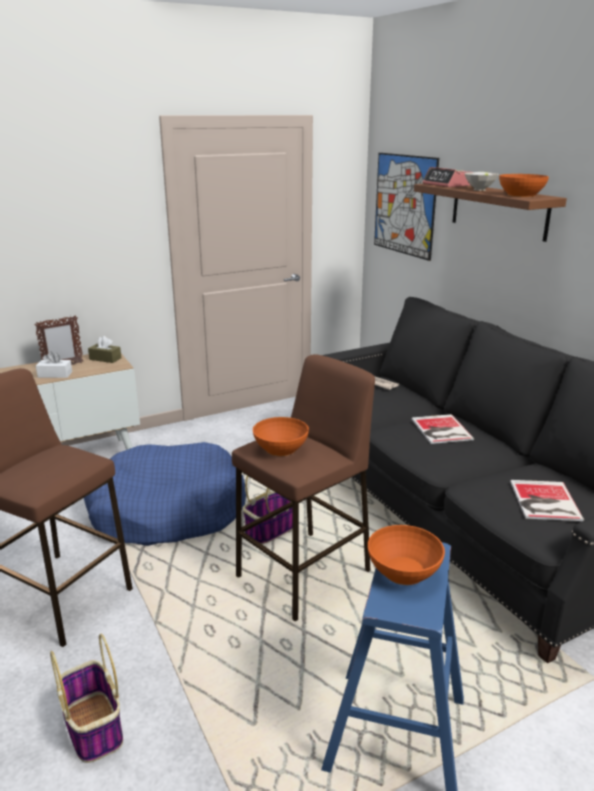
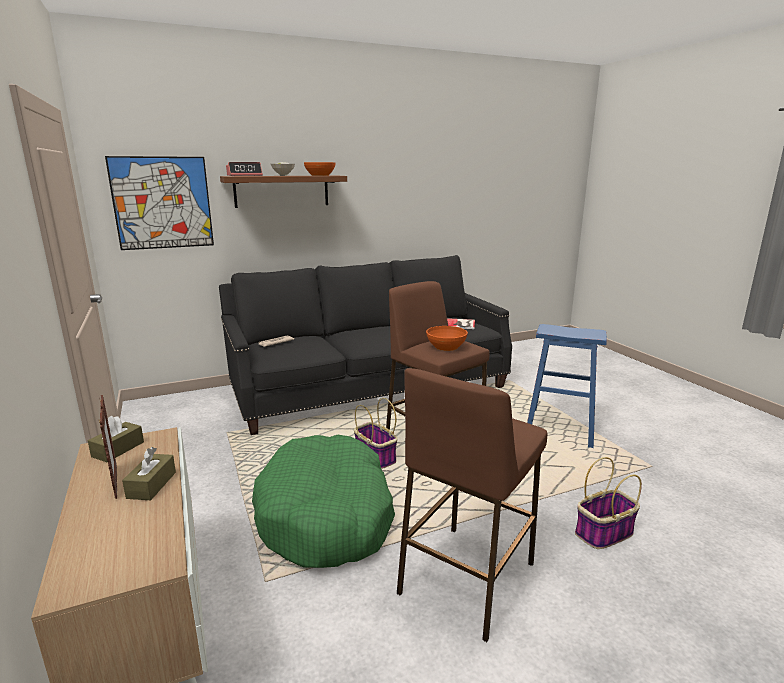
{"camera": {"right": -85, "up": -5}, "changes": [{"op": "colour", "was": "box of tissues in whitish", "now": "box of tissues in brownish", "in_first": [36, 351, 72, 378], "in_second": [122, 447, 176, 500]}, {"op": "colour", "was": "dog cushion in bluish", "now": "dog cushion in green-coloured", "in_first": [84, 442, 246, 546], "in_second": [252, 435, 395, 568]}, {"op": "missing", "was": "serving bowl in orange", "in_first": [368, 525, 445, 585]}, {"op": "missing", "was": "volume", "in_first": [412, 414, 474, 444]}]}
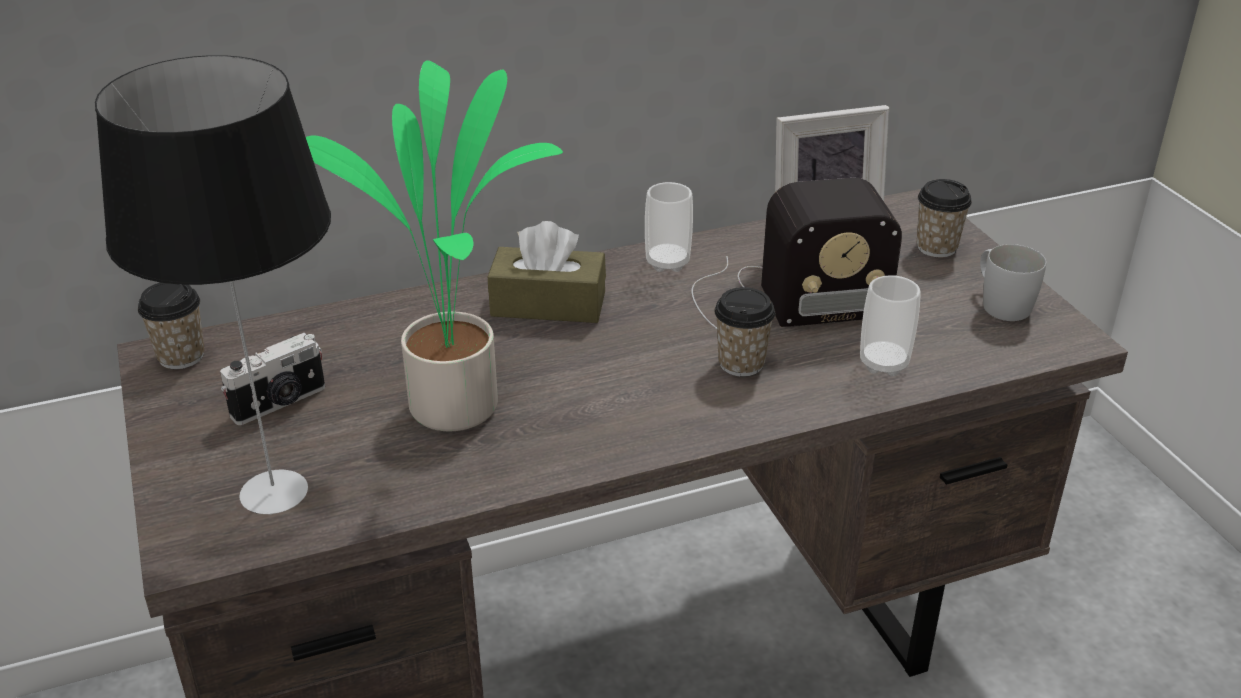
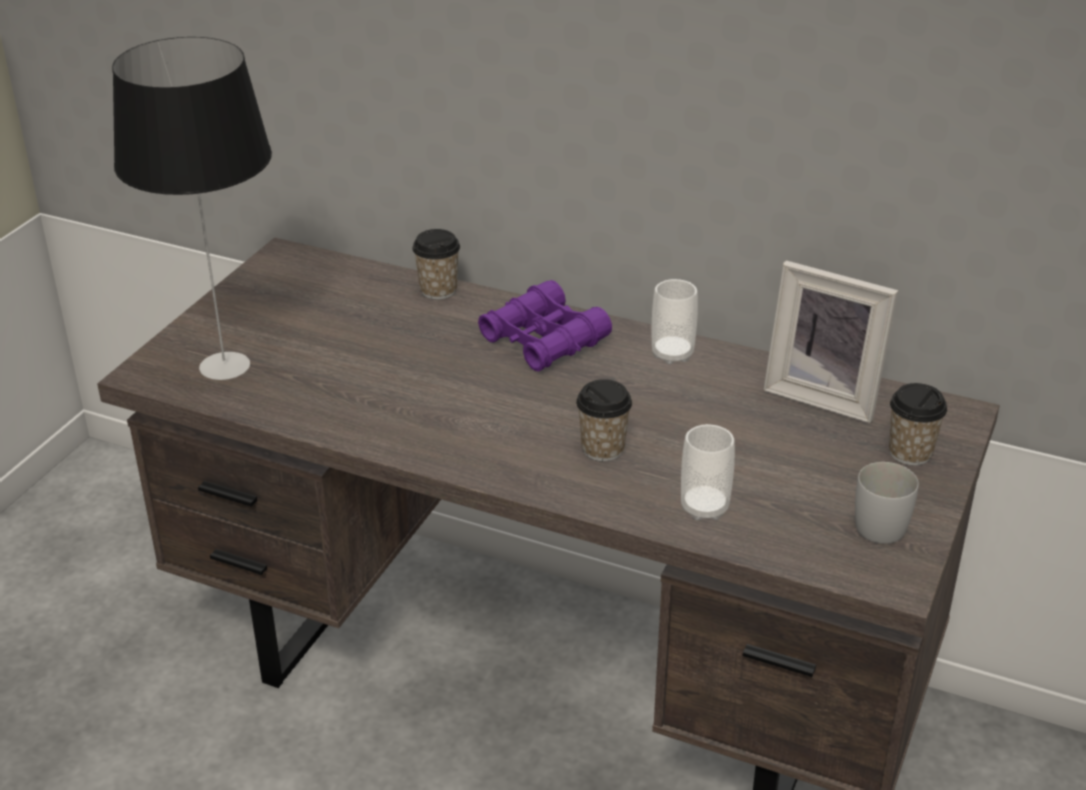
{"camera": {"right": 45, "up": 0}, "changes": [{"op": "relocated", "was": "small cup", "in_first": [138, 283, 204, 369], "in_second": [413, 229, 460, 300]}, {"op": "exchanged", "was": "box of tissues in brownish", "now": "binoculars in purplish", "in_first": [488, 221, 606, 323], "in_second": [478, 280, 612, 372]}, {"op": "missing", "was": "still camera", "in_first": [220, 333, 325, 425]}, {"op": "missing", "was": "potted plant", "in_first": [306, 60, 563, 431]}, {"op": "missing", "was": "radio set", "in_first": [691, 178, 902, 329]}]}
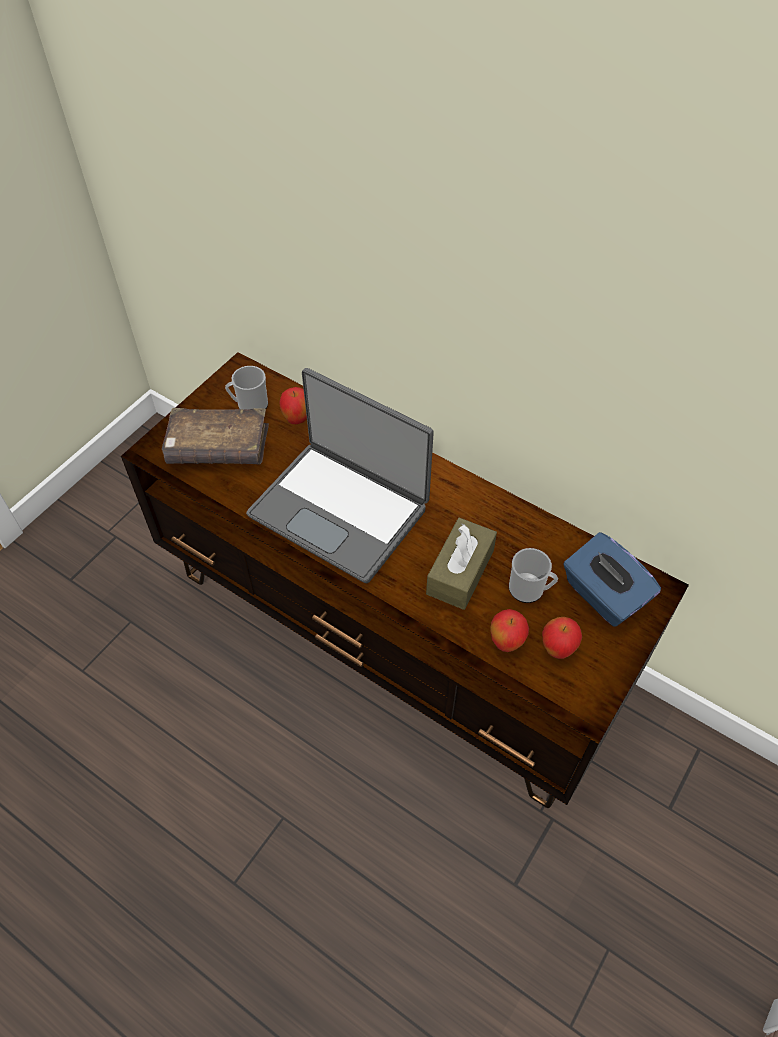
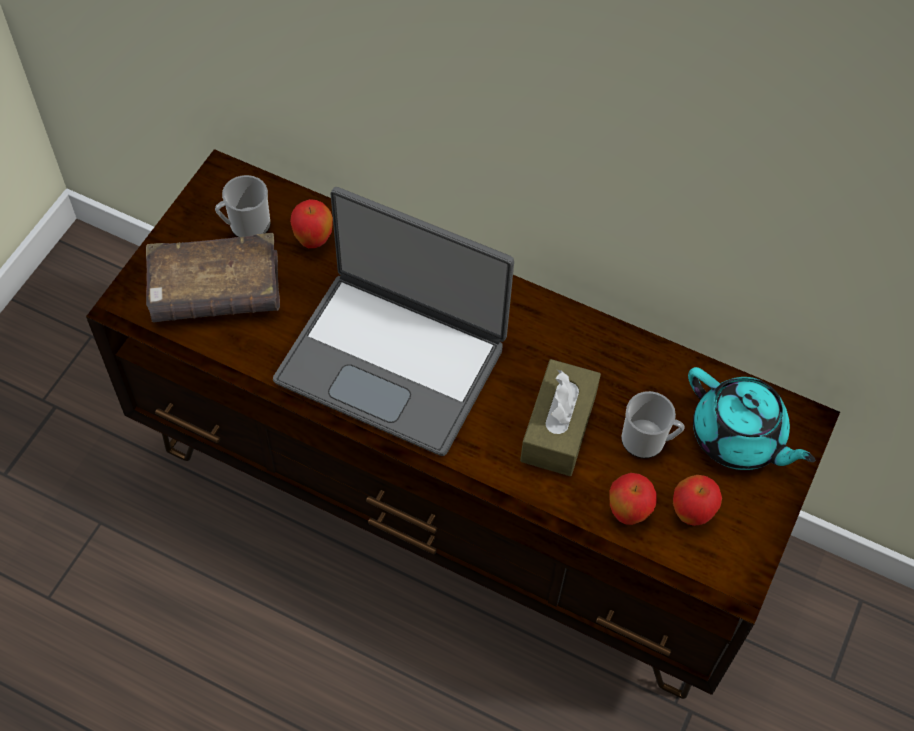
{"camera": {"right": -10, "up": 5}, "changes": [{"op": "exchanged", "was": "box of tissues in bluish", "now": "pot for tea in blue-green", "in_first": [563, 532, 661, 627], "in_second": [688, 367, 815, 470]}]}
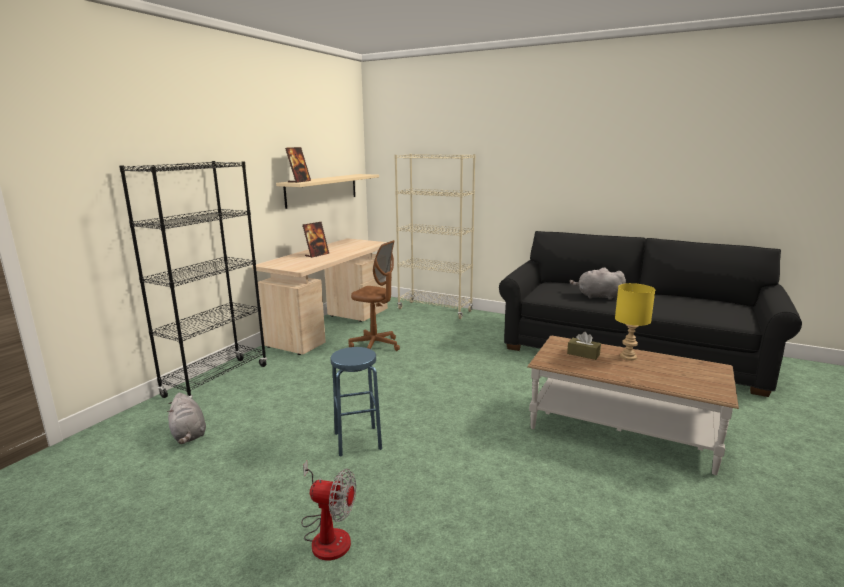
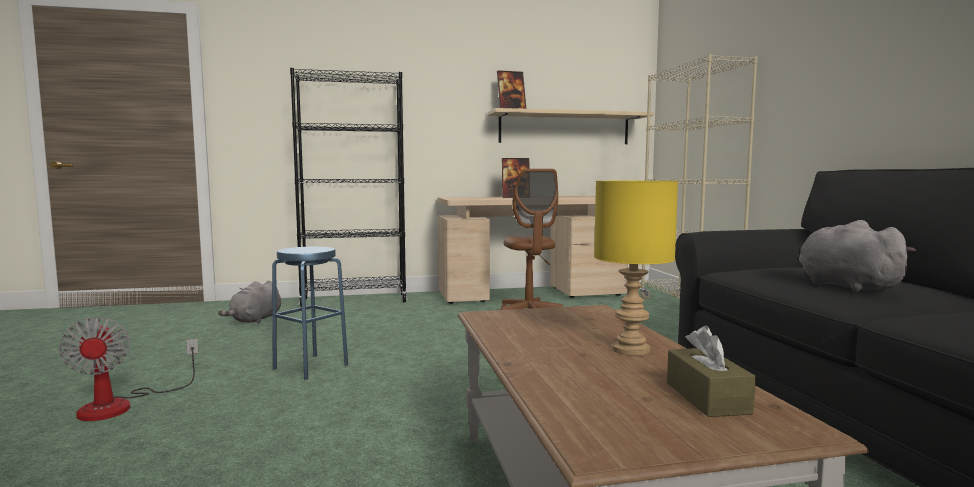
{"camera": {"right": 50, "up": -10}, "changes": [{"op": "relocated", "was": "box of tissues in brownish", "in_first": [567, 332, 601, 360], "in_second": [667, 326, 756, 417]}]}
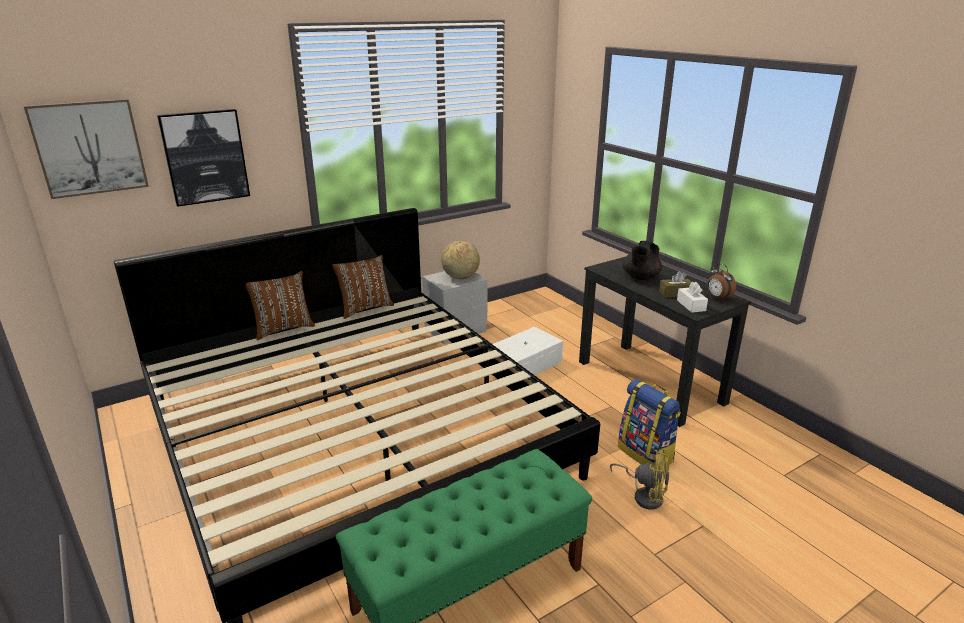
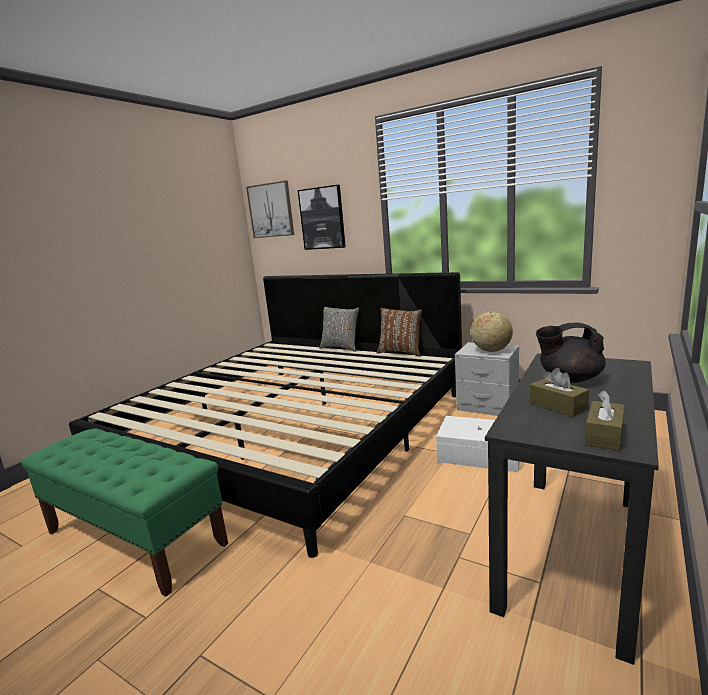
{"camera": {"right": 65, "up": -10}, "changes": [{"op": "colour", "was": "throw pillow in brownish", "now": "throw pillow in gray", "in_first": [246, 271, 315, 340], "in_second": [319, 307, 359, 352]}, {"op": "exchanged", "was": "table clock", "now": "box of tissues in brownish", "in_first": [707, 264, 736, 300], "in_second": [585, 390, 625, 451]}, {"op": "missing", "was": "cooling fan in yellowish", "in_first": [610, 449, 670, 510]}, {"op": "missing", "was": "backpack", "in_first": [618, 379, 681, 465]}, {"op": "missing", "was": "box of tissues in whitish", "in_first": [677, 282, 708, 313]}]}
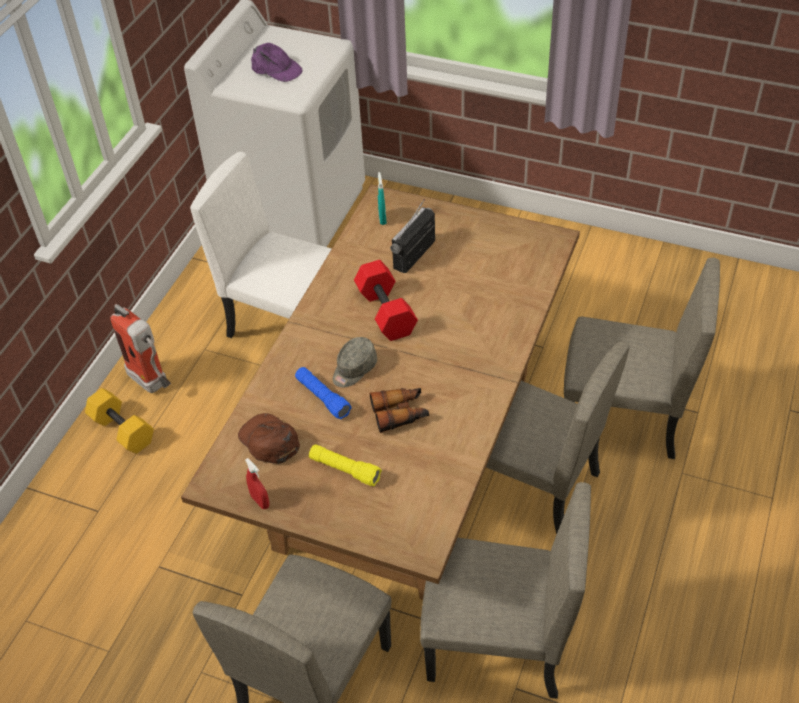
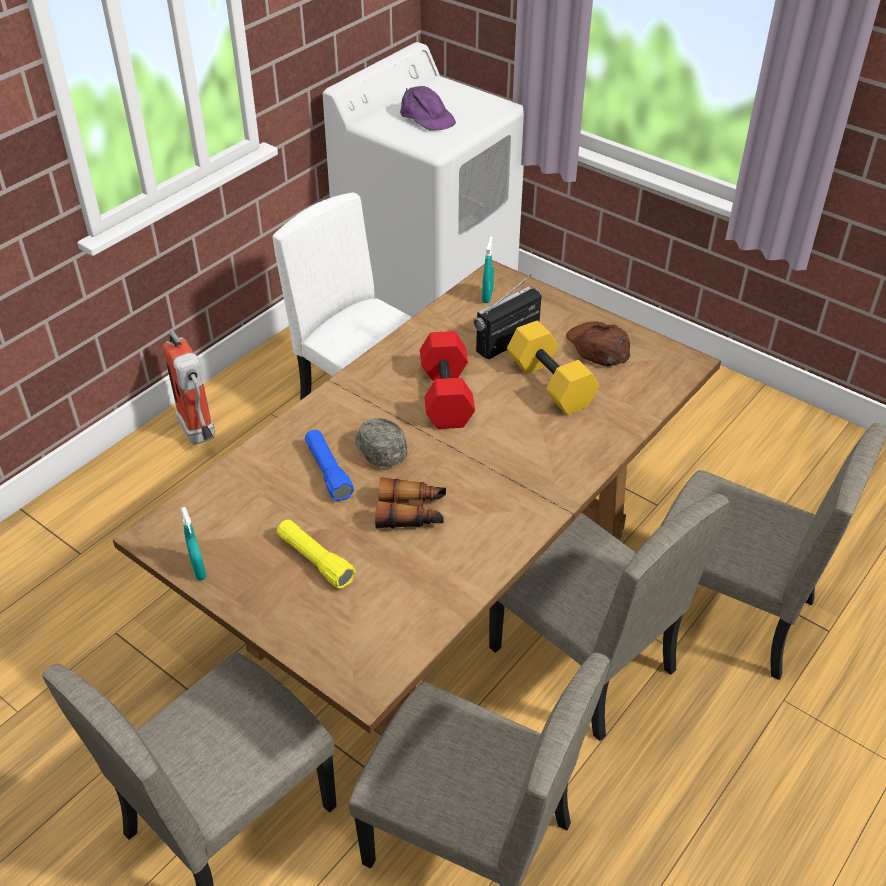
{"camera": {"right": 15, "up": -5}, "changes": [{"op": "colour", "was": "spray bottle in red", "now": "spray bottle in blue-green", "in_first": [245, 458, 269, 509], "in_second": [181, 507, 206, 580]}, {"op": "spun", "was": "cap in gray", "in_first": [333, 337, 377, 388], "in_second": [355, 418, 408, 467], "clockwise": 90}, {"op": "relocated", "was": "dumbbell in yellowish", "in_first": [85, 388, 154, 454], "in_second": [507, 321, 599, 415]}, {"op": "relocated", "was": "cap in brownish", "in_first": [238, 413, 300, 464], "in_second": [566, 321, 630, 367]}]}
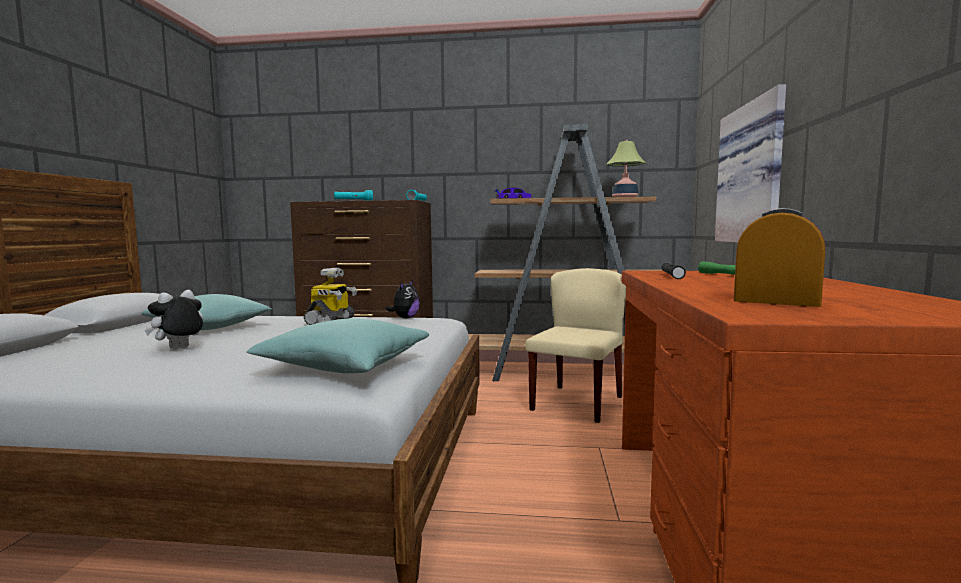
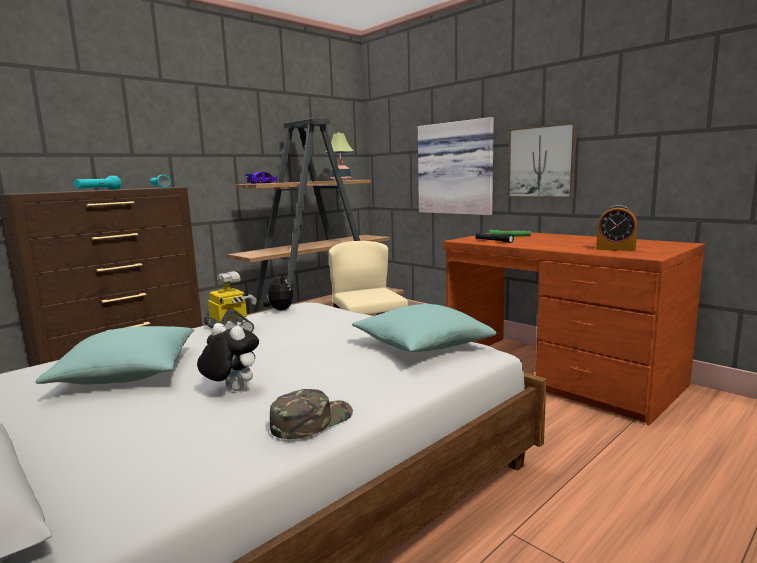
{"camera": {"right": -50, "up": 5}, "changes": [{"op": "spun", "was": "plush toy", "in_first": [144, 290, 204, 349], "in_second": [197, 323, 259, 391], "clockwise": 135}, {"op": "appeared", "now": "cap in green-coloured", "in_second": [270, 389, 353, 439]}, {"op": "appeared", "now": "wall art", "in_second": [508, 122, 577, 198]}, {"op": "spun", "was": "table clock", "in_first": [734, 208, 825, 307], "in_second": [596, 205, 638, 251], "clockwise": -135}]}
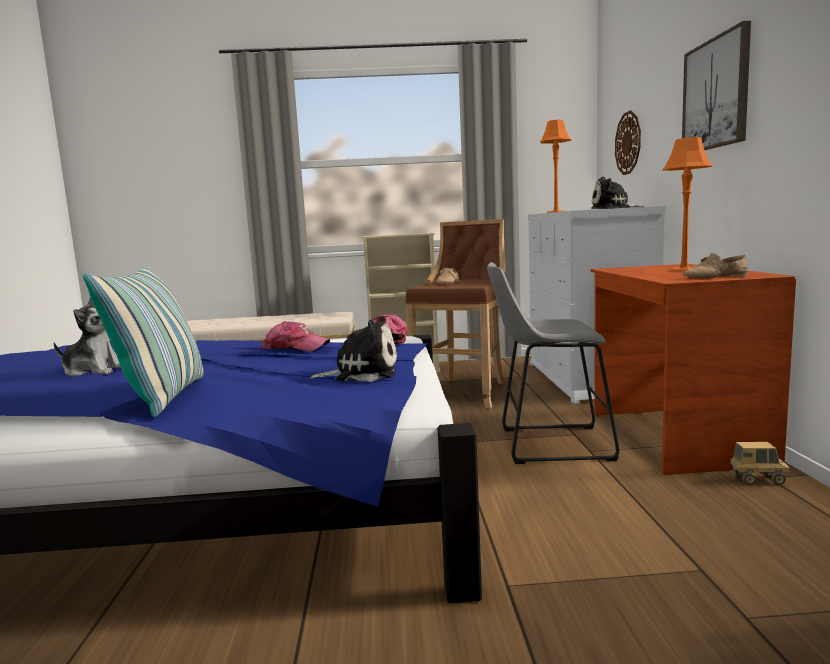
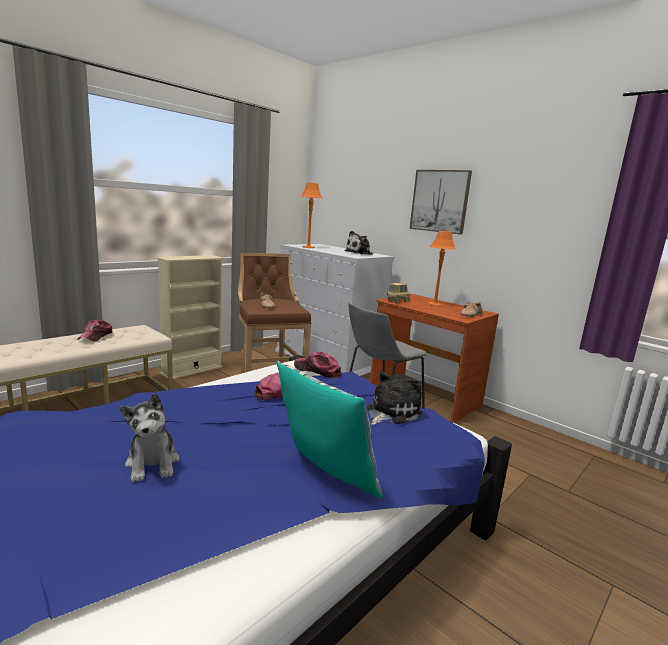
{"camera": {"right": -45, "up": 5}, "changes": [{"op": "appeared", "now": "cap", "in_second": [78, 320, 113, 341]}, {"op": "spun", "was": "plush toy", "in_first": [54, 298, 121, 376], "in_second": [120, 393, 179, 482], "clockwise": 105}, {"op": "relocated", "was": "toy lorry", "in_first": [730, 442, 790, 485], "in_second": [387, 283, 411, 303]}, {"op": "missing", "was": "hanging clock", "in_first": [615, 110, 641, 175]}]}
